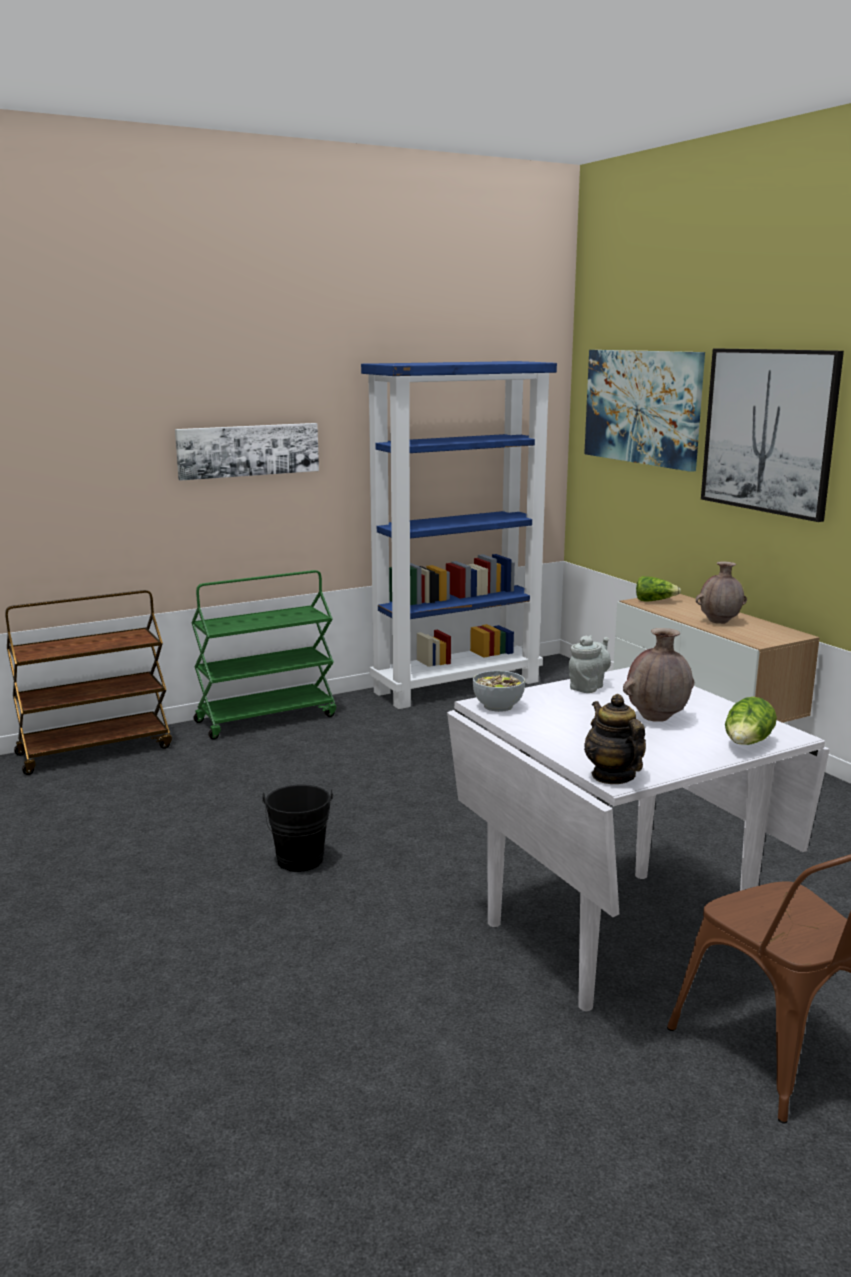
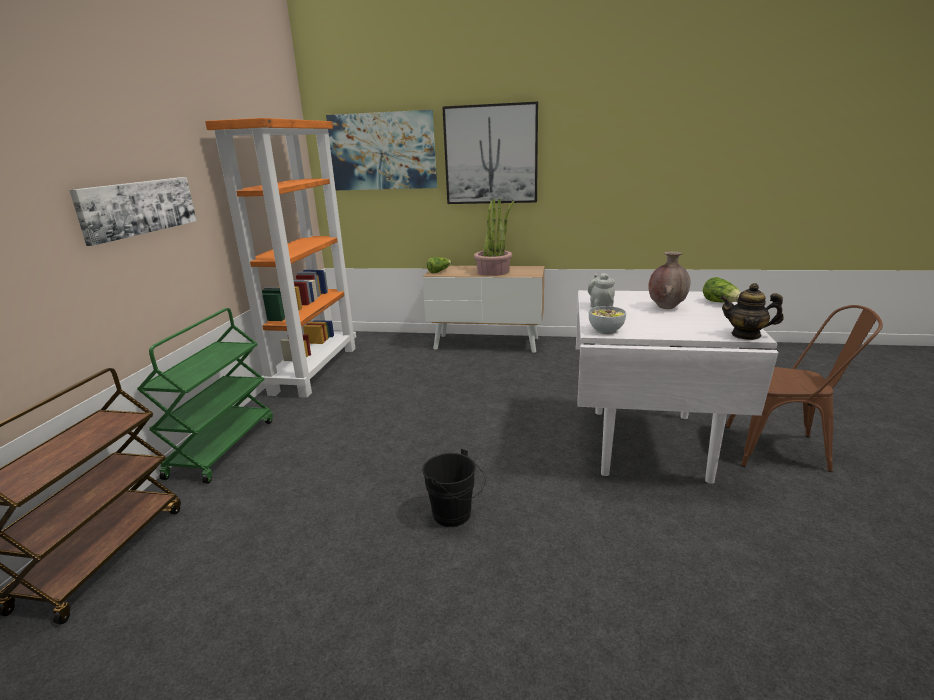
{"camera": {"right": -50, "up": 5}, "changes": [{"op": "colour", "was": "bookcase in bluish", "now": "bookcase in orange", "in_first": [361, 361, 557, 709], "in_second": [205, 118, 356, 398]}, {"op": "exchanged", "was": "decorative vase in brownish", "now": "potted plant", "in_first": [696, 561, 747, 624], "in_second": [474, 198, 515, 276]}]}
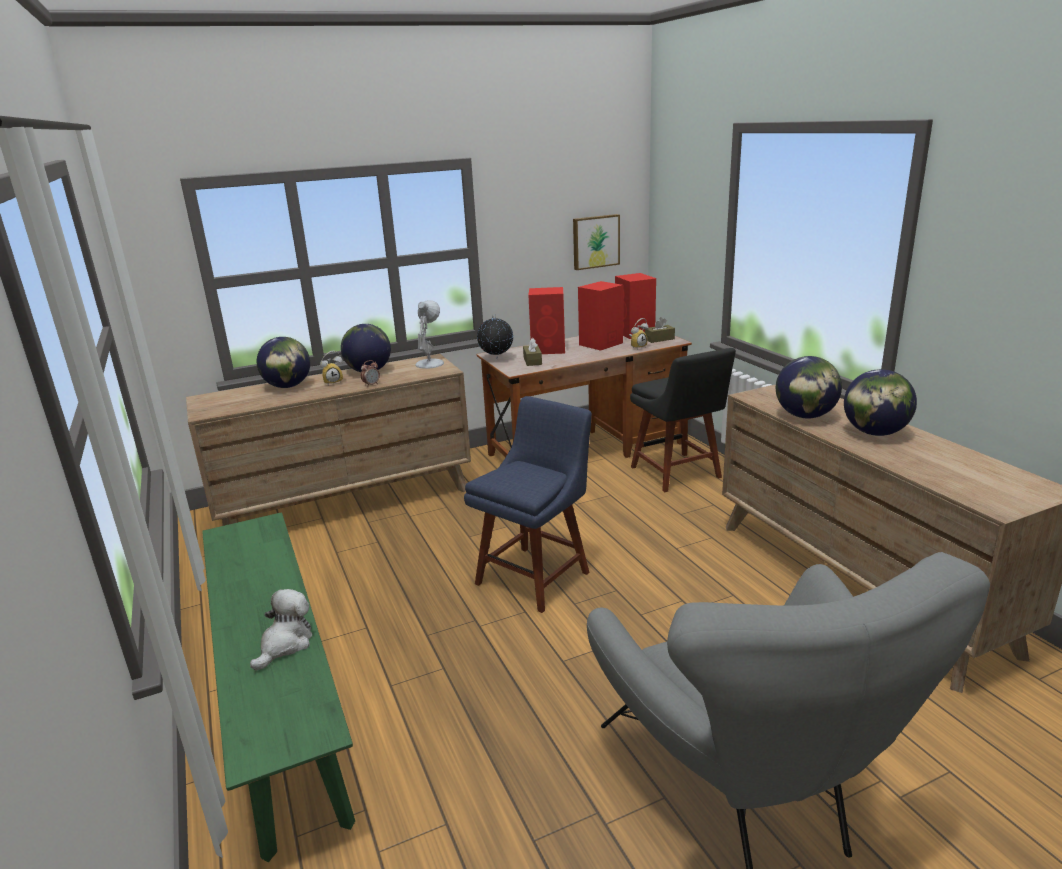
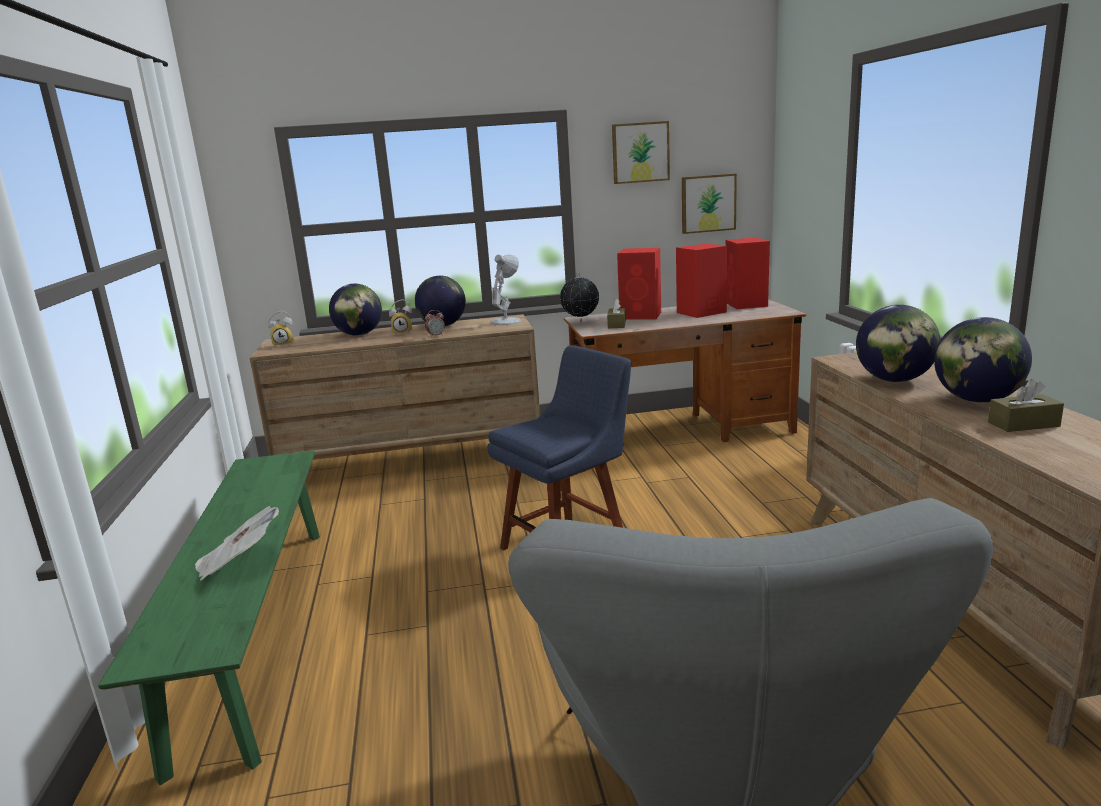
{"camera": {"right": 15, "up": -5}, "changes": [{"op": "exchanged", "was": "plush toy", "now": "daily paper", "in_first": [250, 589, 312, 671], "in_second": [195, 506, 279, 580]}, {"op": "relocated", "was": "table clock", "in_first": [629, 318, 649, 348], "in_second": [268, 311, 294, 348]}, {"op": "appeared", "now": "wall art", "in_second": [612, 121, 670, 184]}, {"op": "relocated", "was": "box of tissues in brownish", "in_first": [645, 317, 675, 343], "in_second": [988, 379, 1064, 432]}, {"op": "missing", "was": "chair in blackish", "in_first": [630, 348, 736, 492]}]}
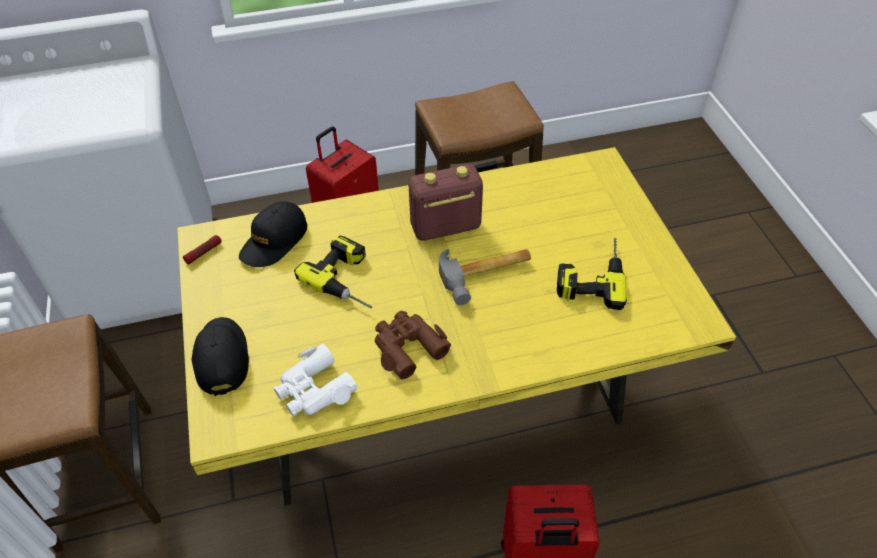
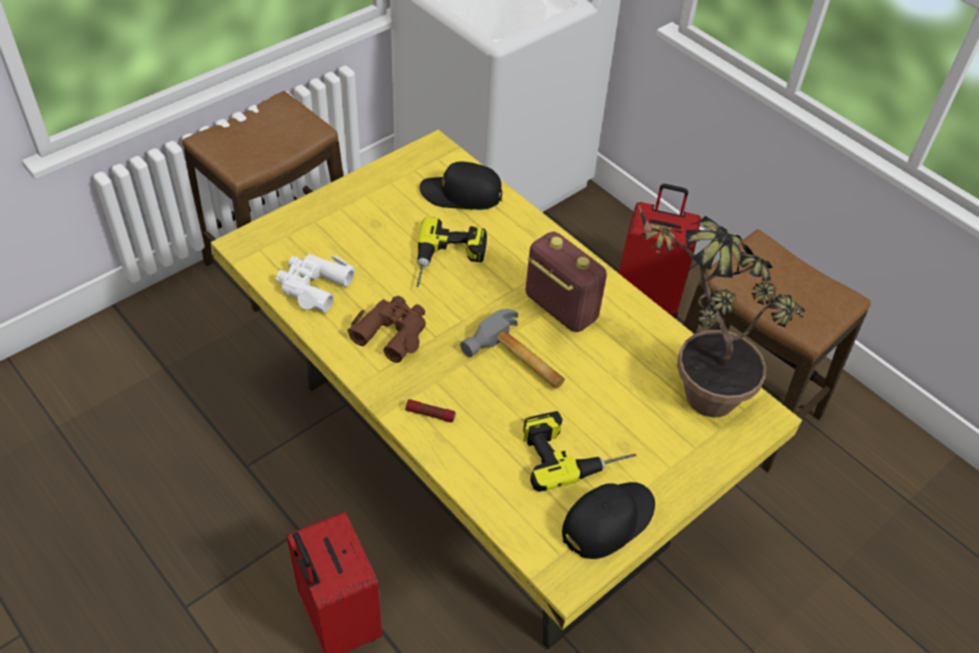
{"camera": {"right": 60, "up": 0}, "changes": [{"op": "relocated", "was": "hand torch", "in_first": [183, 235, 222, 265], "in_second": [406, 399, 456, 423]}, {"op": "relocated", "was": "cap in blackish", "in_first": [192, 317, 249, 396], "in_second": [562, 482, 655, 559]}, {"op": "appeared", "now": "potted plant", "in_second": [638, 204, 805, 417]}]}
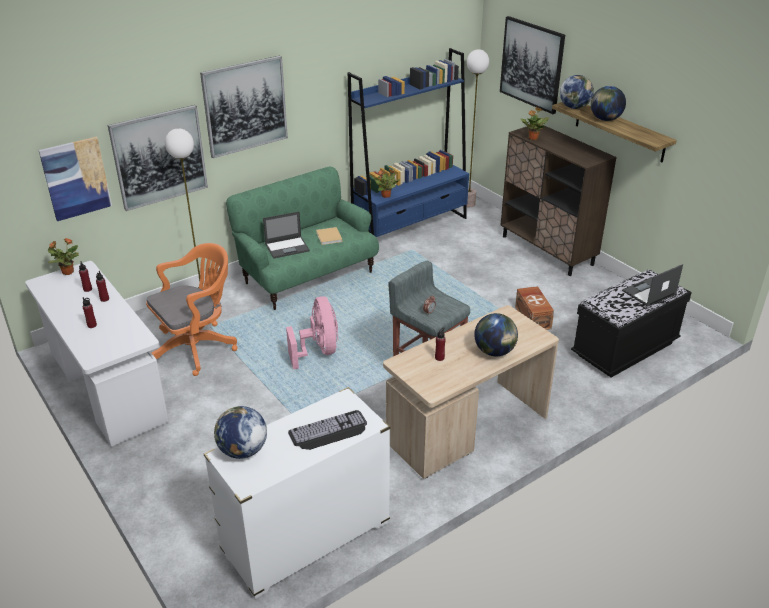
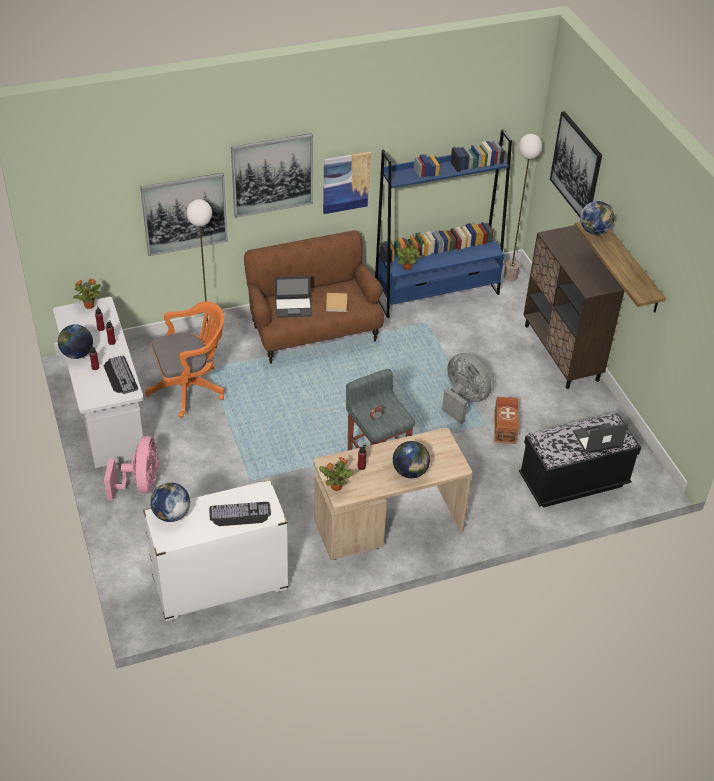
{"camera": {"right": 15, "up": 10}, "changes": [{"op": "relocated", "was": "desk globe", "in_first": [591, 86, 626, 121], "in_second": [58, 324, 93, 359]}, {"op": "appeared", "now": "computer keyboard", "in_second": [104, 356, 138, 394]}, {"op": "relocated", "was": "cooling fan in pink-coloured", "in_first": [286, 296, 338, 369], "in_second": [104, 436, 159, 500]}, {"op": "colour", "was": "couch in green-coloured", "now": "couch in brownish", "in_first": [226, 166, 379, 310], "in_second": [244, 230, 384, 364]}, {"op": "relocated", "was": "potted plant", "in_first": [521, 107, 549, 140], "in_second": [319, 457, 354, 491]}, {"op": "relocated", "was": "wall art", "in_first": [38, 137, 112, 221], "in_second": [323, 152, 371, 214]}, {"op": "appeared", "now": "cooling fan in gray", "in_second": [442, 353, 492, 424]}]}
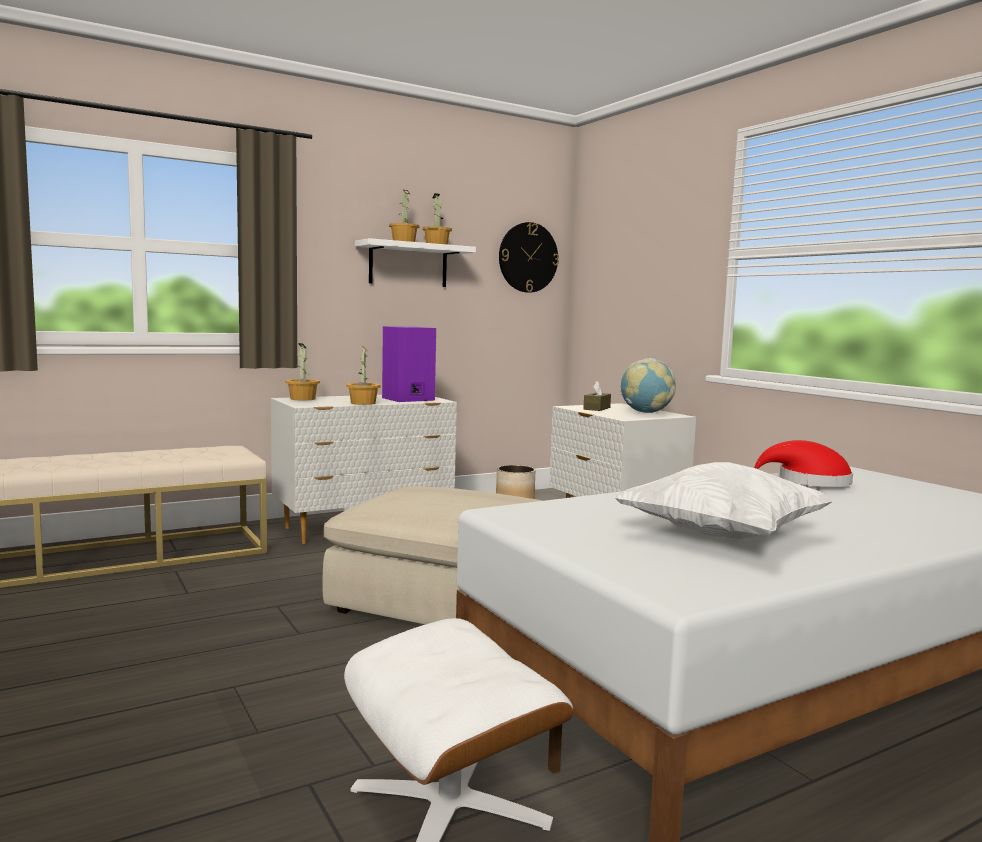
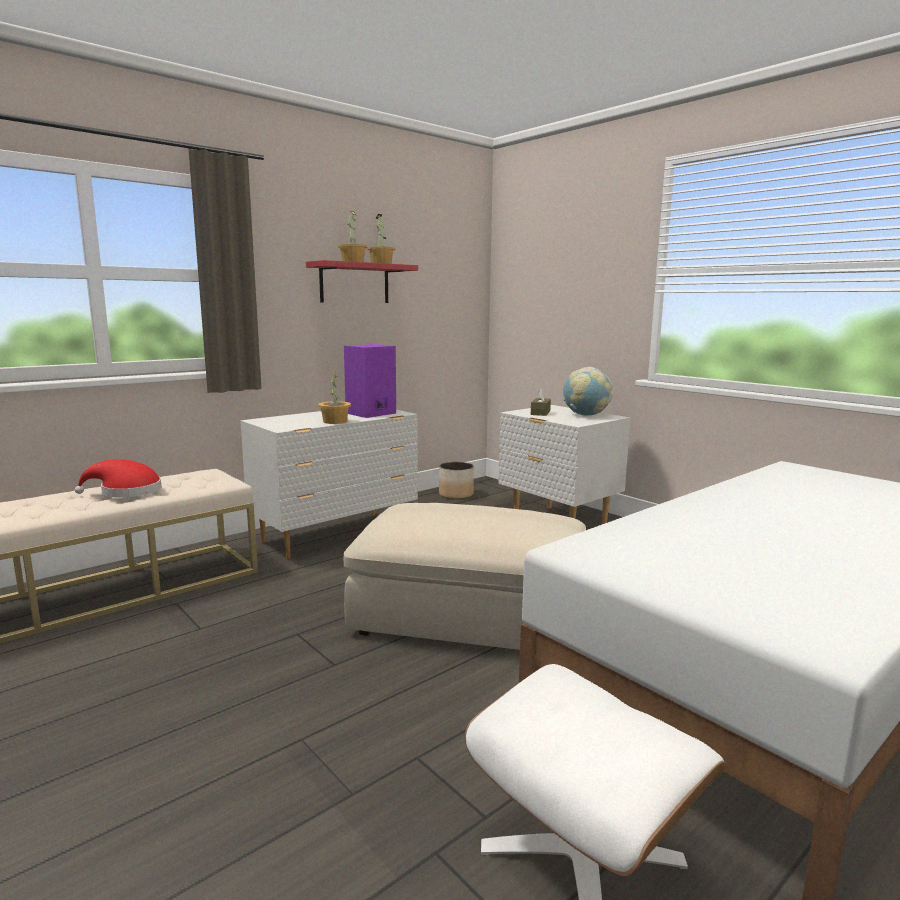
{"camera": {"right": -10, "up": 5}, "changes": [{"op": "relocated", "was": "clothing hat in red", "in_first": [754, 440, 853, 487], "in_second": [75, 459, 162, 497]}, {"op": "colour", "was": "shelf in whitish", "now": "shelf in red", "in_first": [355, 238, 476, 287], "in_second": [306, 260, 418, 303]}, {"op": "missing", "was": "potted plant", "in_first": [286, 343, 320, 400]}, {"op": "missing", "was": "hanging clock", "in_first": [499, 222, 559, 293]}, {"op": "missing", "was": "throw pillow in whitish", "in_first": [614, 462, 834, 540]}]}
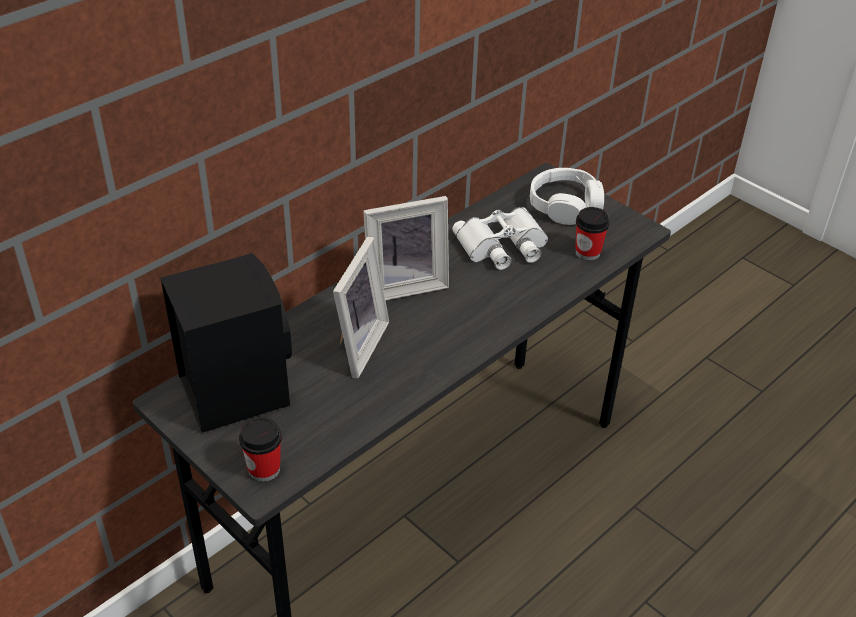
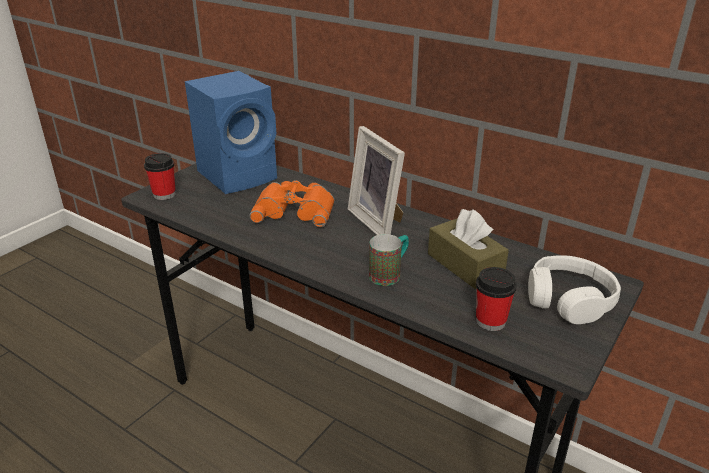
{"camera": {"right": 80, "up": -10}, "changes": [{"op": "colour", "was": "speaker in blackish", "now": "speaker in bluish", "in_first": [161, 253, 292, 433], "in_second": [185, 71, 277, 194]}, {"op": "exchanged", "was": "photo frame", "now": "binoculars in orange", "in_first": [333, 236, 389, 378], "in_second": [249, 180, 334, 227]}, {"op": "appeared", "now": "tea mug", "in_second": [369, 234, 409, 286]}, {"op": "exchanged", "was": "binoculars in whitish", "now": "box of tissues in brownish", "in_first": [452, 207, 548, 270], "in_second": [428, 209, 509, 289]}]}
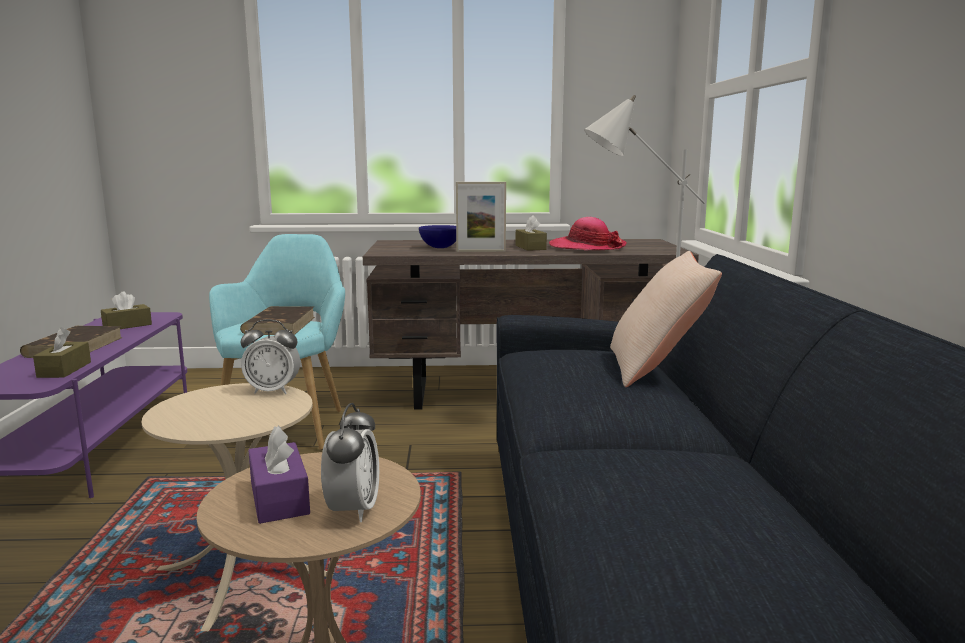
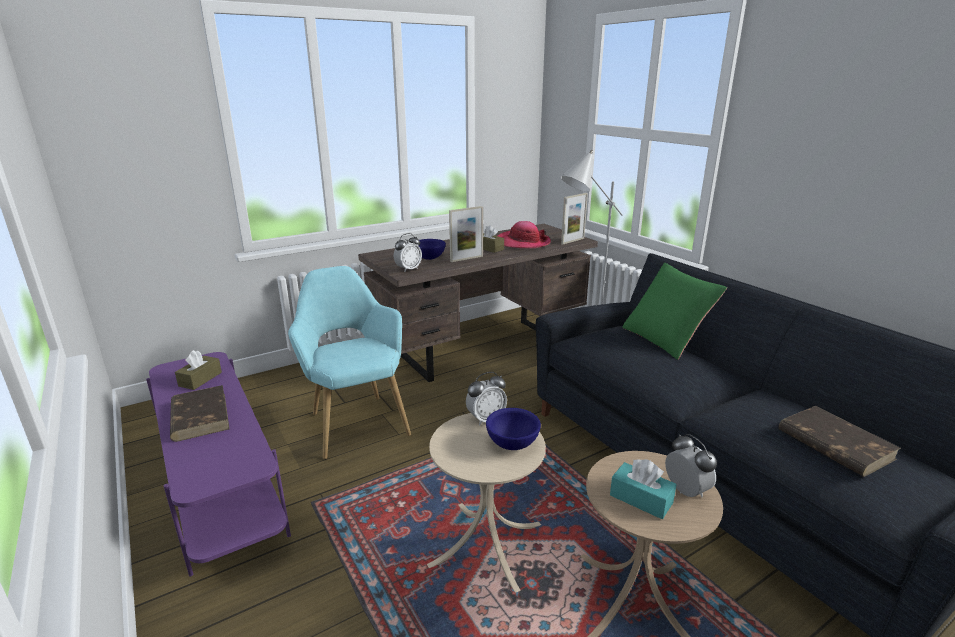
{"camera": {"right": -30, "up": 10}, "changes": [{"op": "appeared", "now": "table clock", "in_second": [394, 233, 422, 272]}, {"op": "appeared", "now": "serving bowl in bluish", "in_second": [486, 408, 541, 450]}, {"op": "appeared", "now": "photo frame", "in_second": [561, 193, 588, 245]}, {"op": "colour", "was": "box of tissues in purplish", "now": "box of tissues in blue-green", "in_first": [248, 426, 310, 524], "in_second": [610, 459, 677, 519]}, {"op": "colour", "was": "throw pillow in beige-coloured", "now": "throw pillow in green-coloured", "in_first": [610, 251, 722, 387], "in_second": [622, 263, 727, 360]}, {"op": "relocated", "was": "volume in brownish", "in_first": [240, 306, 315, 335], "in_second": [778, 406, 901, 477]}, {"op": "missing", "was": "box of tissues in brownish", "in_first": [33, 327, 91, 378]}]}
